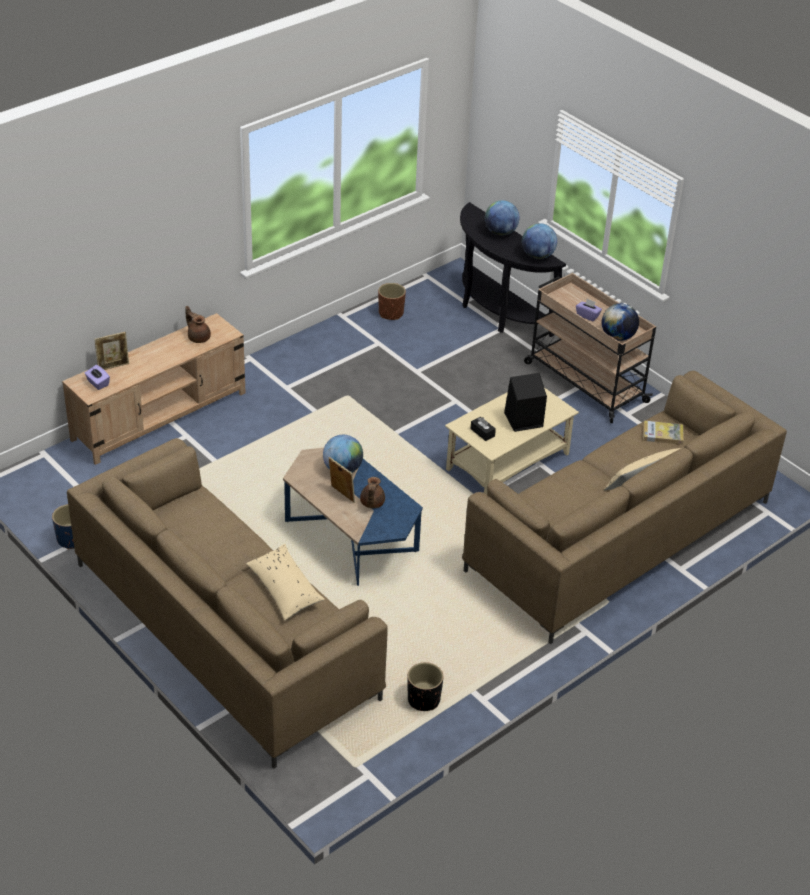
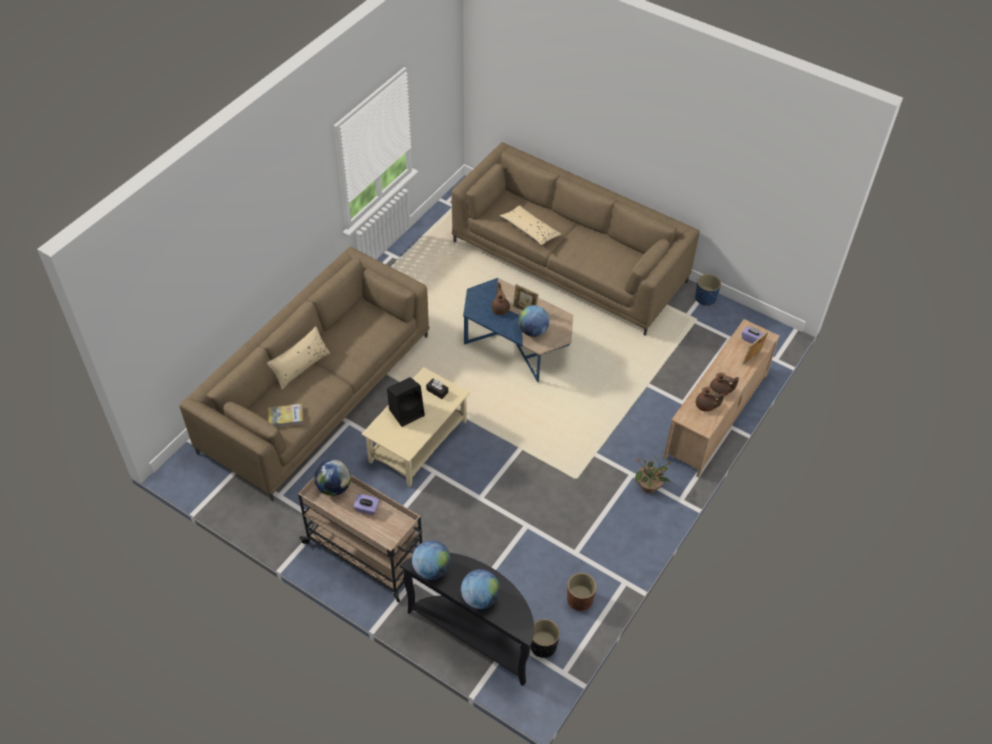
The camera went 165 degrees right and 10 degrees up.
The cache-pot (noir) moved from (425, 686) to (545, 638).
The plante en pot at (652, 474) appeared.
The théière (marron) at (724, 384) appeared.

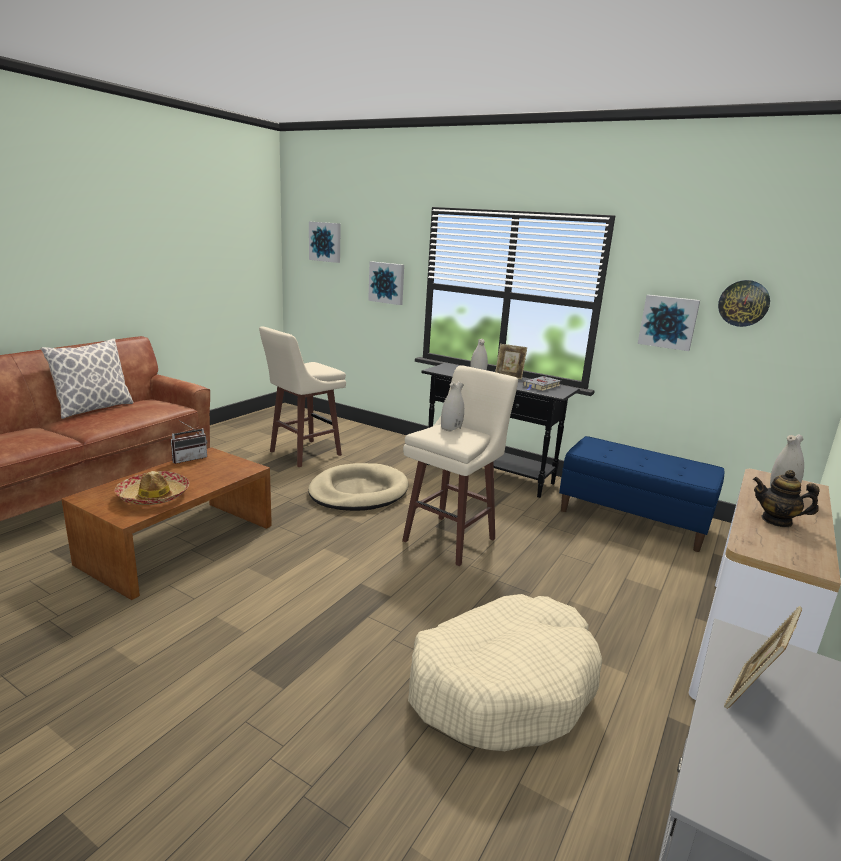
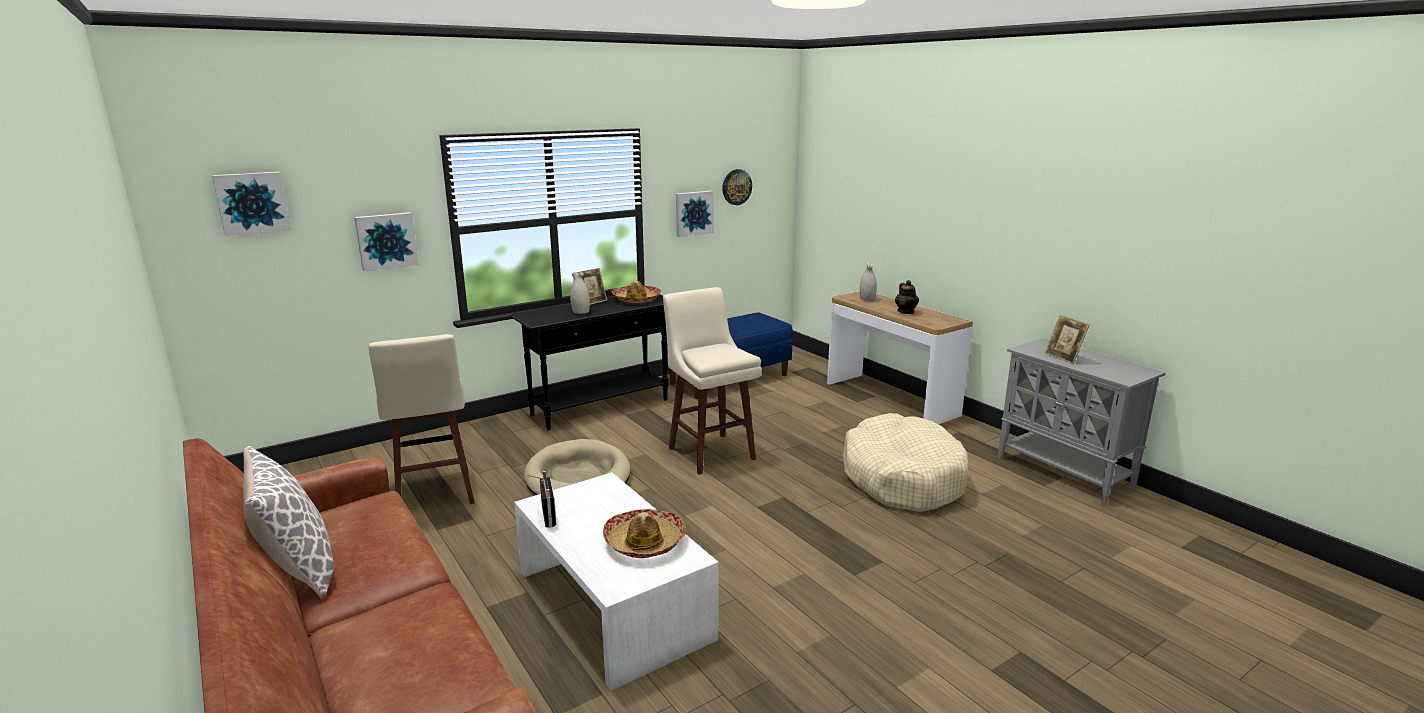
The camera went 65 degrees left and 0 degrees up.
The table basse (marron) at (167, 523) became the table basse (blanc) at (616, 581).
The vase (blanc) at (452, 406) disappeared.
The livre (gris) at (542, 383) was replaced by the chapeau at (636, 292).
The théière at (786, 498) turned 60 degrees counterclockwise.

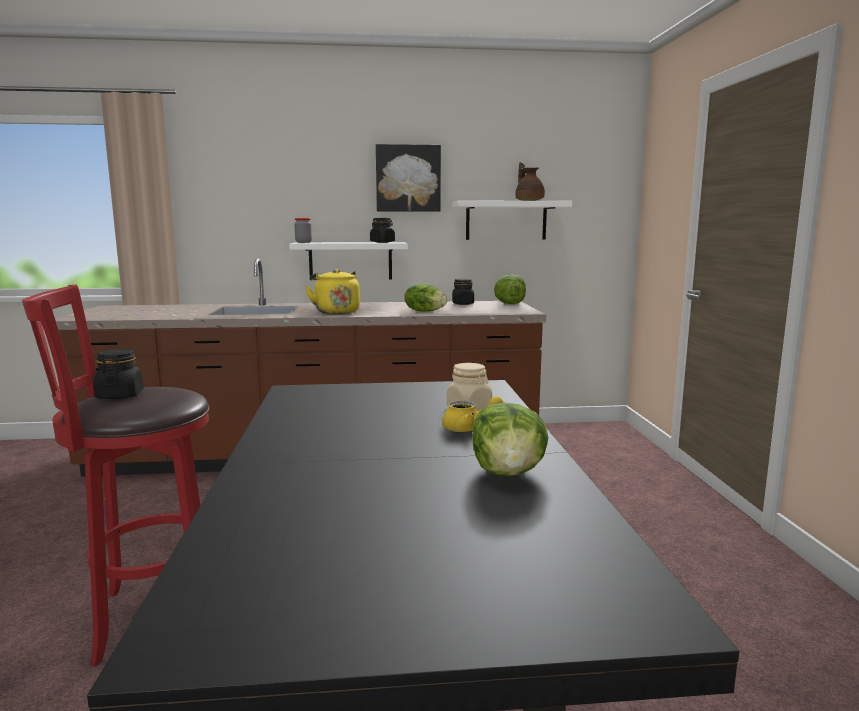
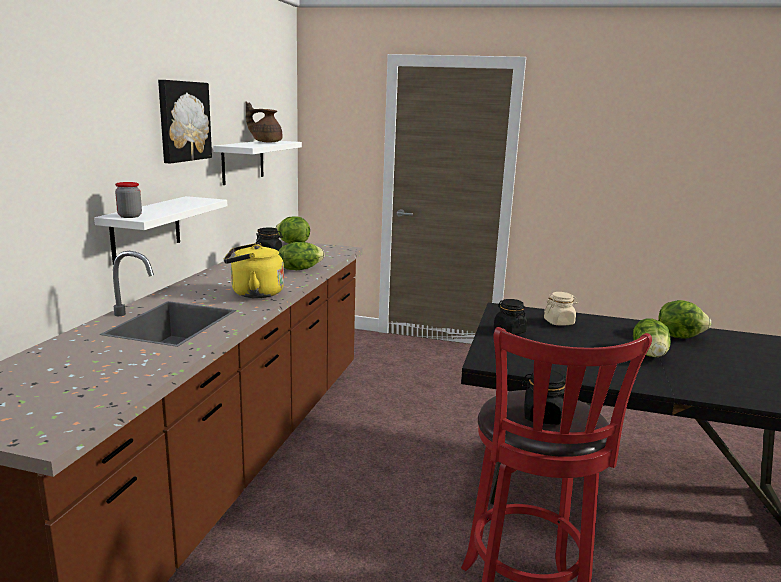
The camera went 70 degrees left and 5 degrees up.
The bocal (noir) moved from (382, 230) to (510, 317).
The théière (jaune) at (472, 414) disappeared.
The laitue at (652, 337) appeared.

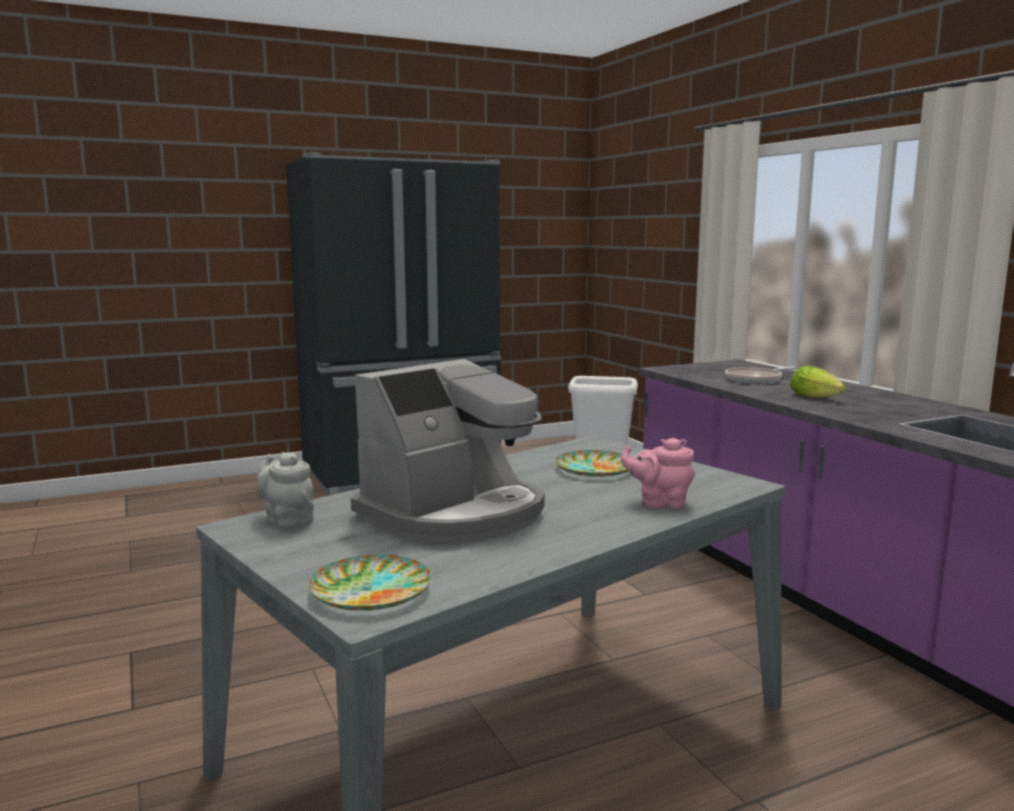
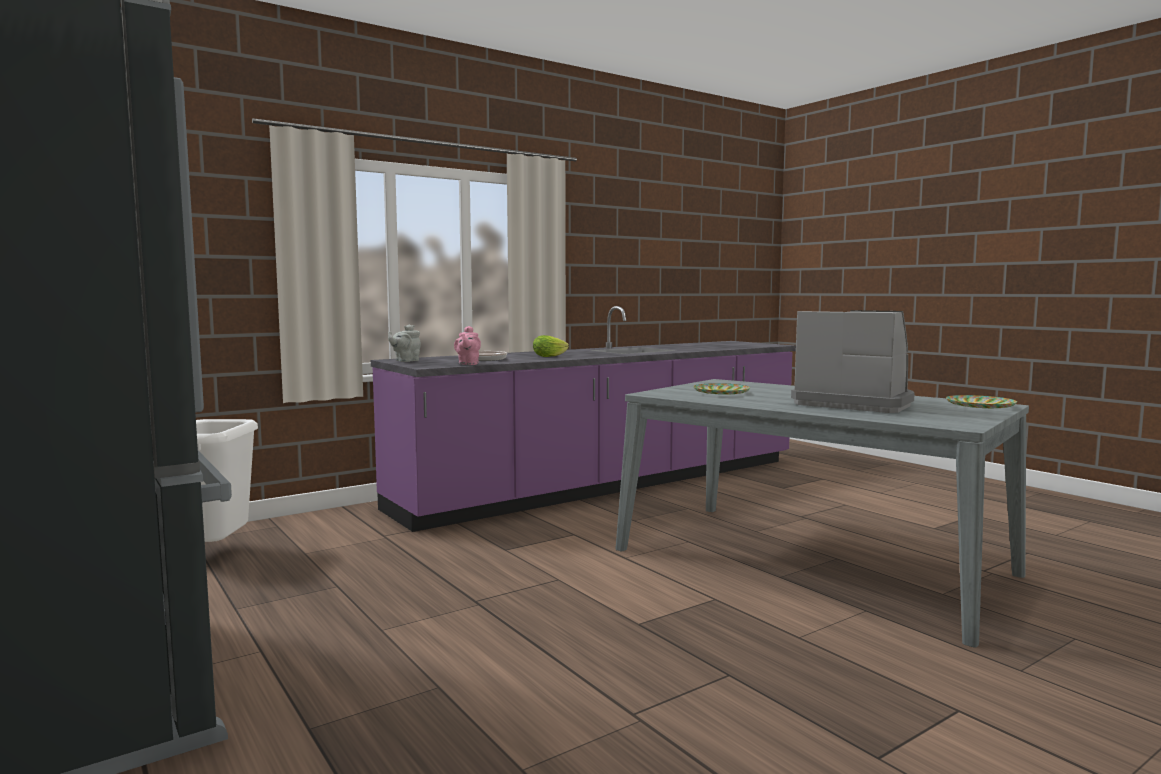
The camera went 100 degrees left and 5 degrees down.
The théière (gris) moved from (285, 490) to (404, 343).
The théière (rose) moved from (658, 473) to (467, 345).

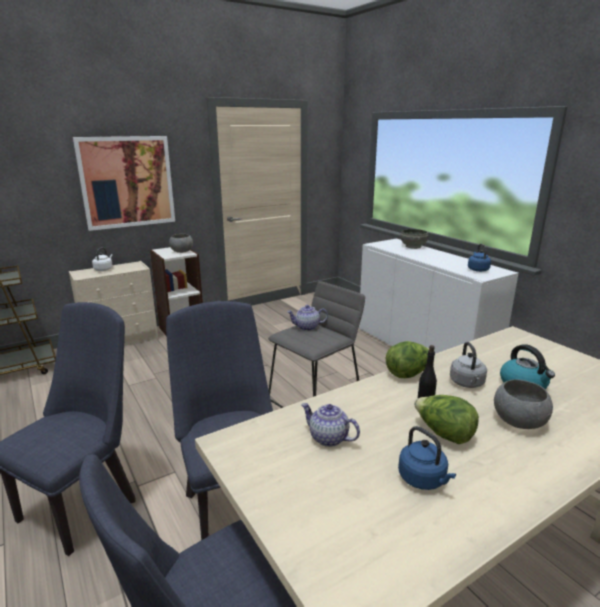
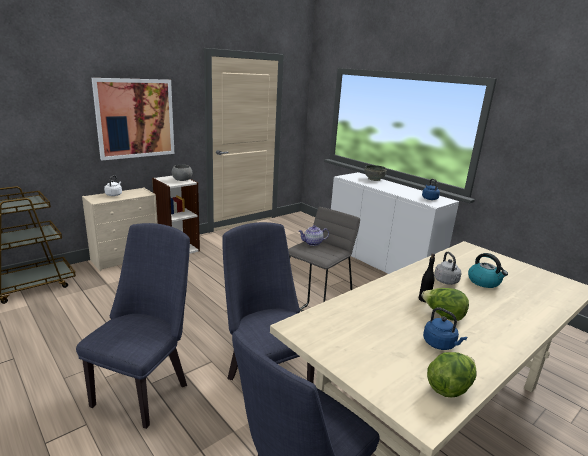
The camera went 10 degrees left and 0 degrees up.
The théière at (330, 425) disappeared.
The laitue moved from (407, 359) to (451, 374).
The bol (gris) at (523, 404) disappeared.

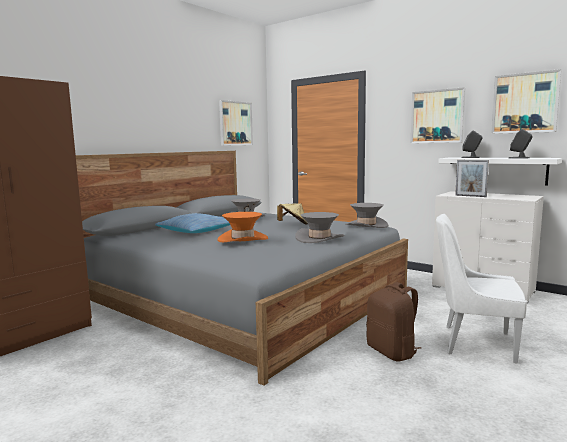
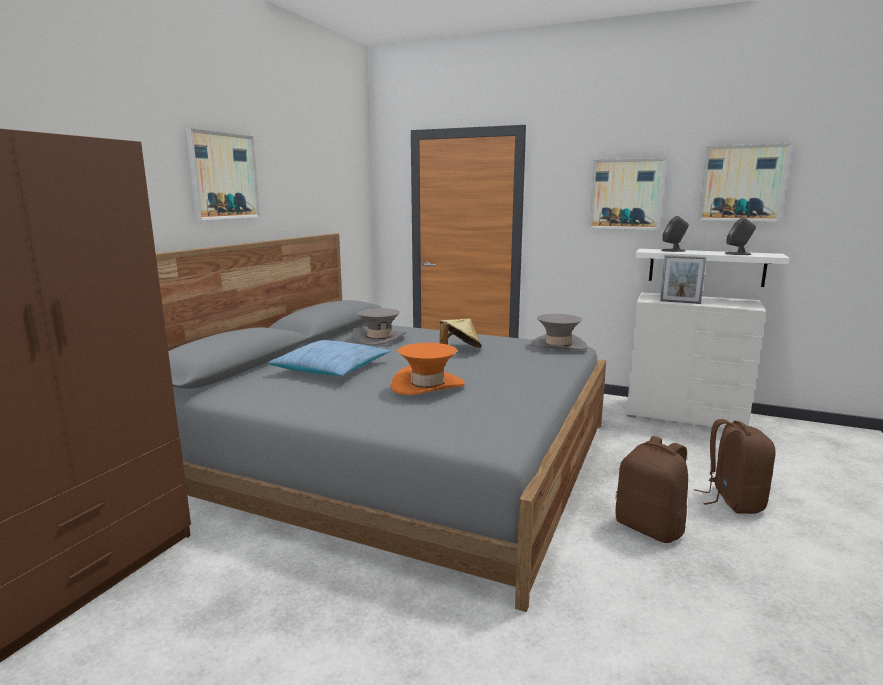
The camera went 15 degrees left and 5 degrees up.
The tableau moved from (236, 123) to (223, 174).
The chapeau (gris) at (319, 227) disappeared.
The chaise (blanc) at (481, 288) was replaced by the sac à dos (marron) at (734, 466).

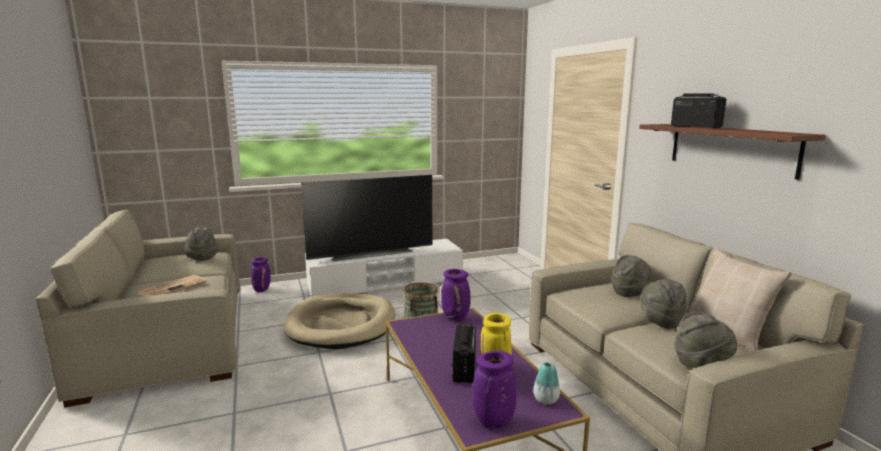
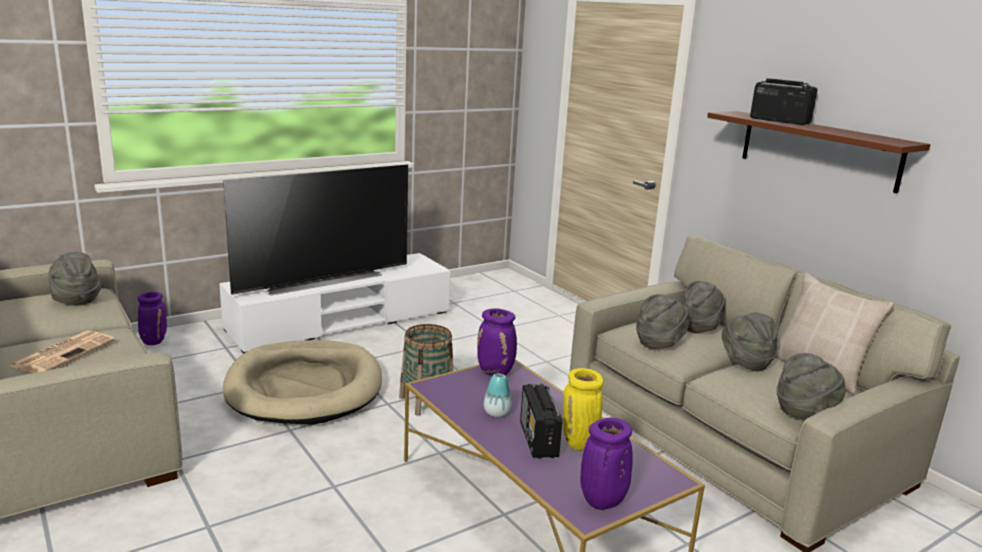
The camera went 15 degrees left and 5 degrees up.
The vase moved from (546, 383) to (498, 395).
The chapeau (gris) at (662, 321) appeared.

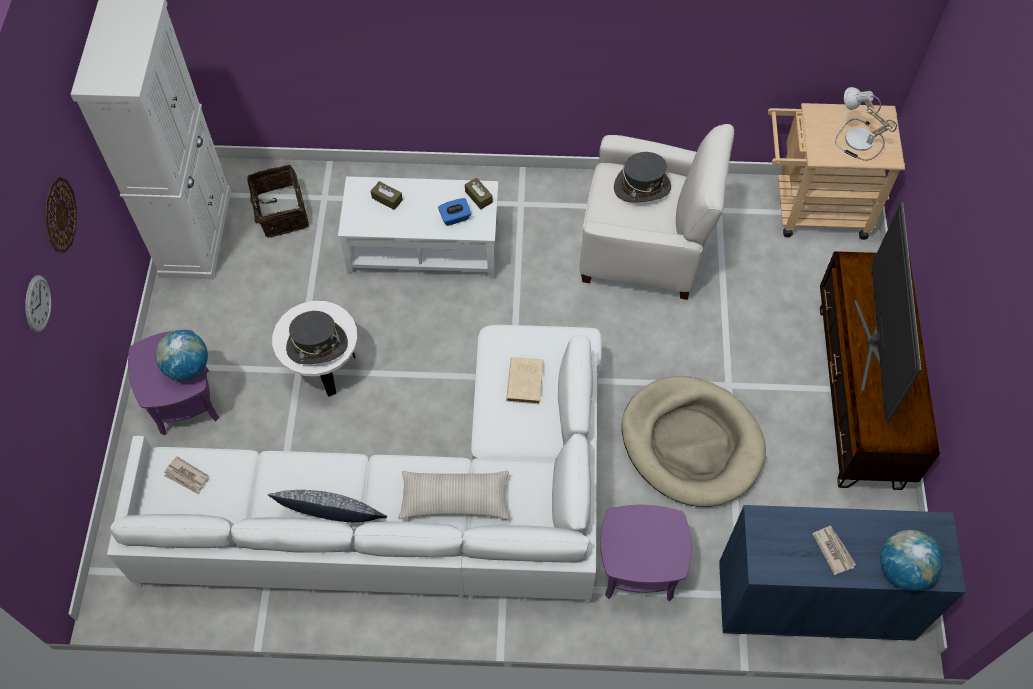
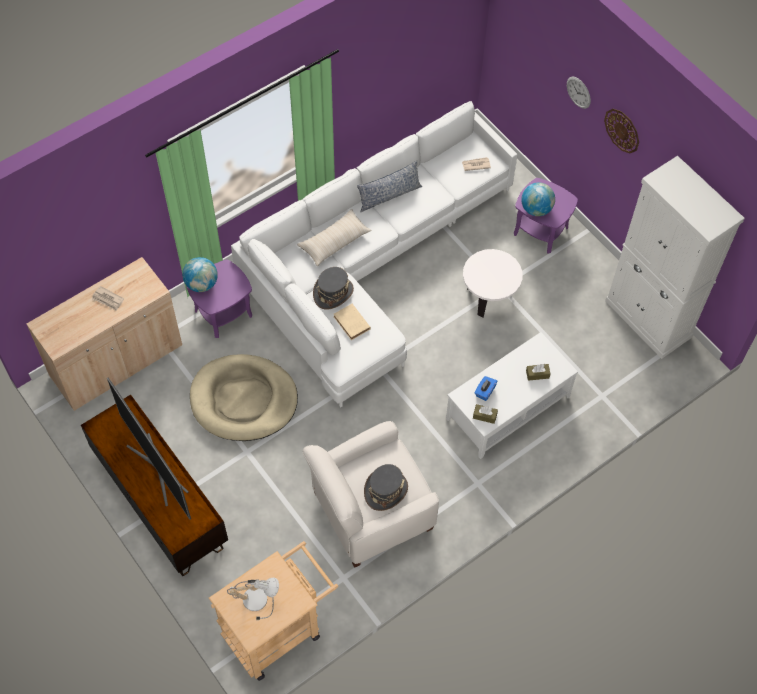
The camera went 140 degrees right and 0 degrees up.
The panier at (275, 201) disappeared.
The chapeau (gris) moved from (317, 337) to (333, 288).
The meuble de rangement (bleu) at (842, 573) became the meuble de rangement (beige) at (104, 334).
The globe moved from (911, 560) to (200, 274).

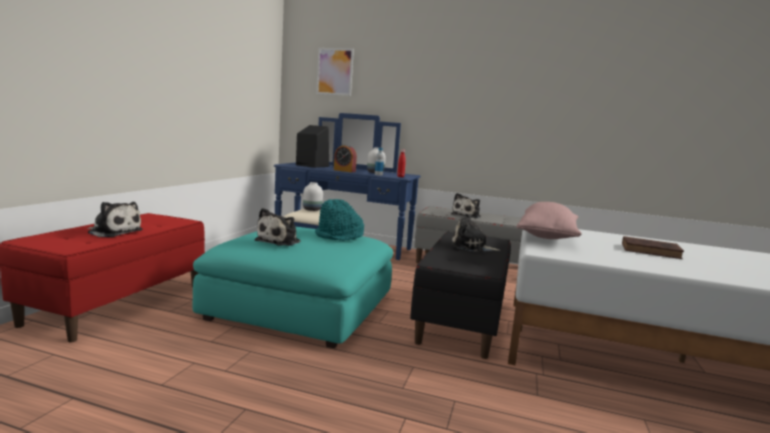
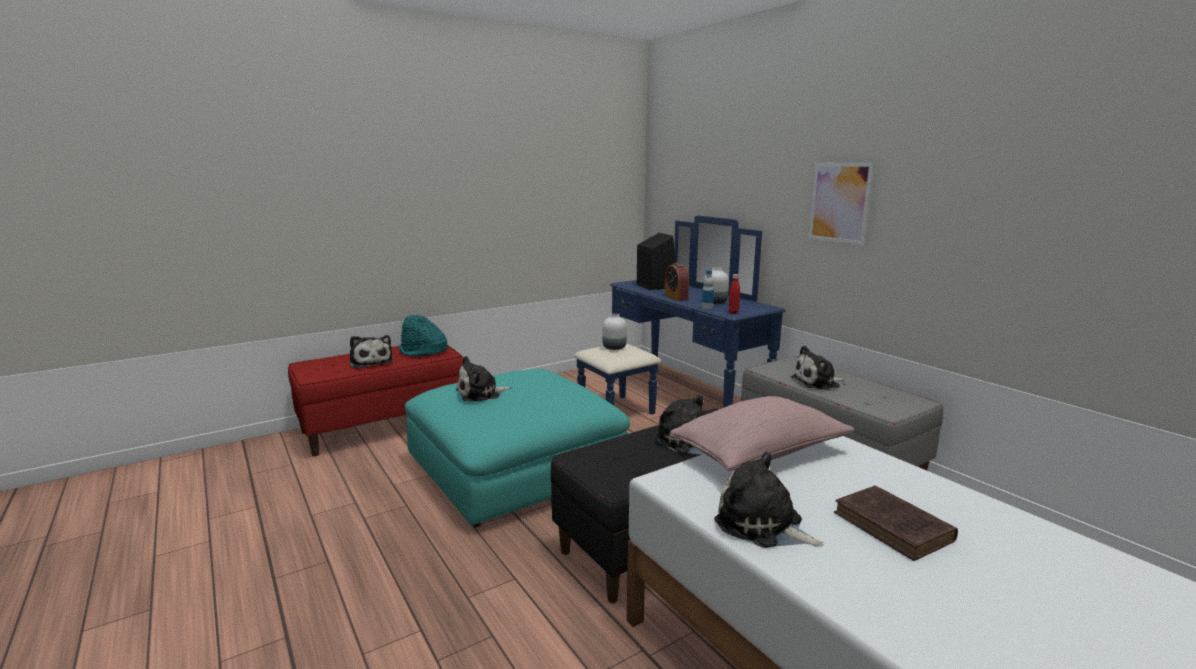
The camera went 40 degrees right and 5 degrees up.
The chapeau (turquoise) moved from (339, 220) to (423, 336).
The tableau moved from (335, 72) to (841, 204).
The peluche at (769, 499) appeared.

